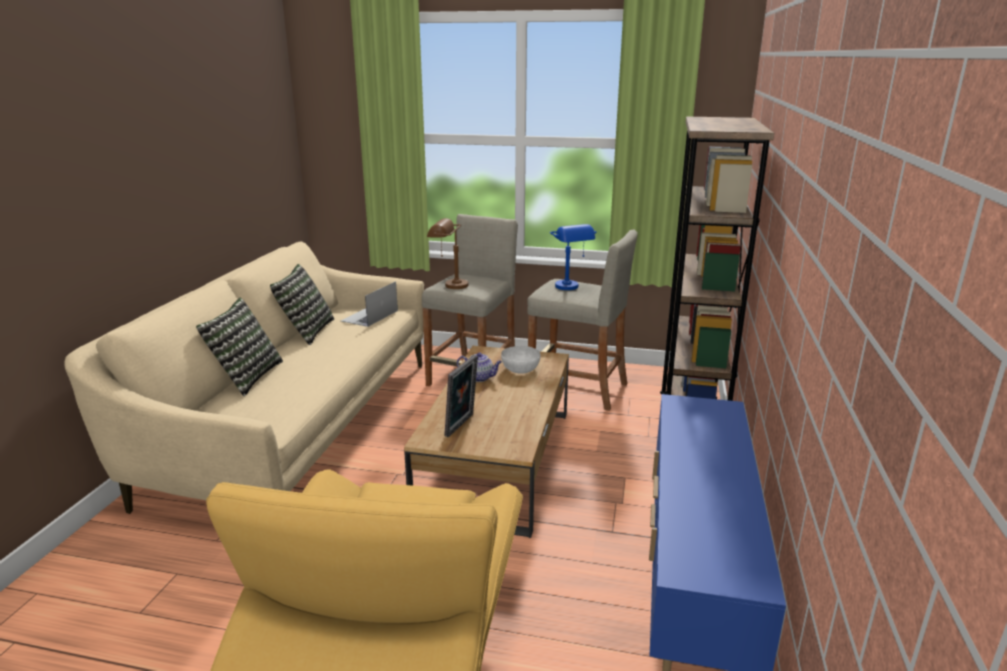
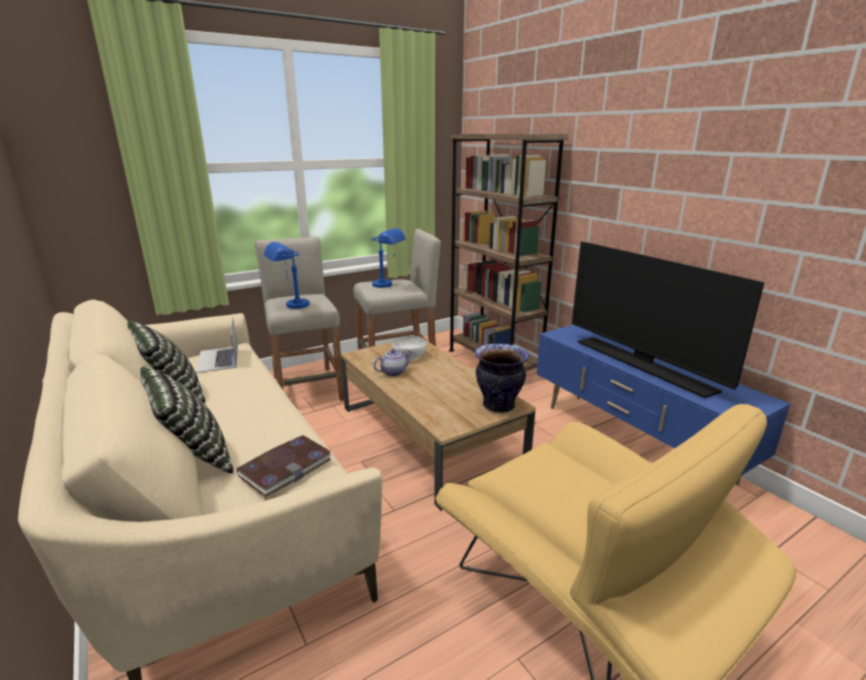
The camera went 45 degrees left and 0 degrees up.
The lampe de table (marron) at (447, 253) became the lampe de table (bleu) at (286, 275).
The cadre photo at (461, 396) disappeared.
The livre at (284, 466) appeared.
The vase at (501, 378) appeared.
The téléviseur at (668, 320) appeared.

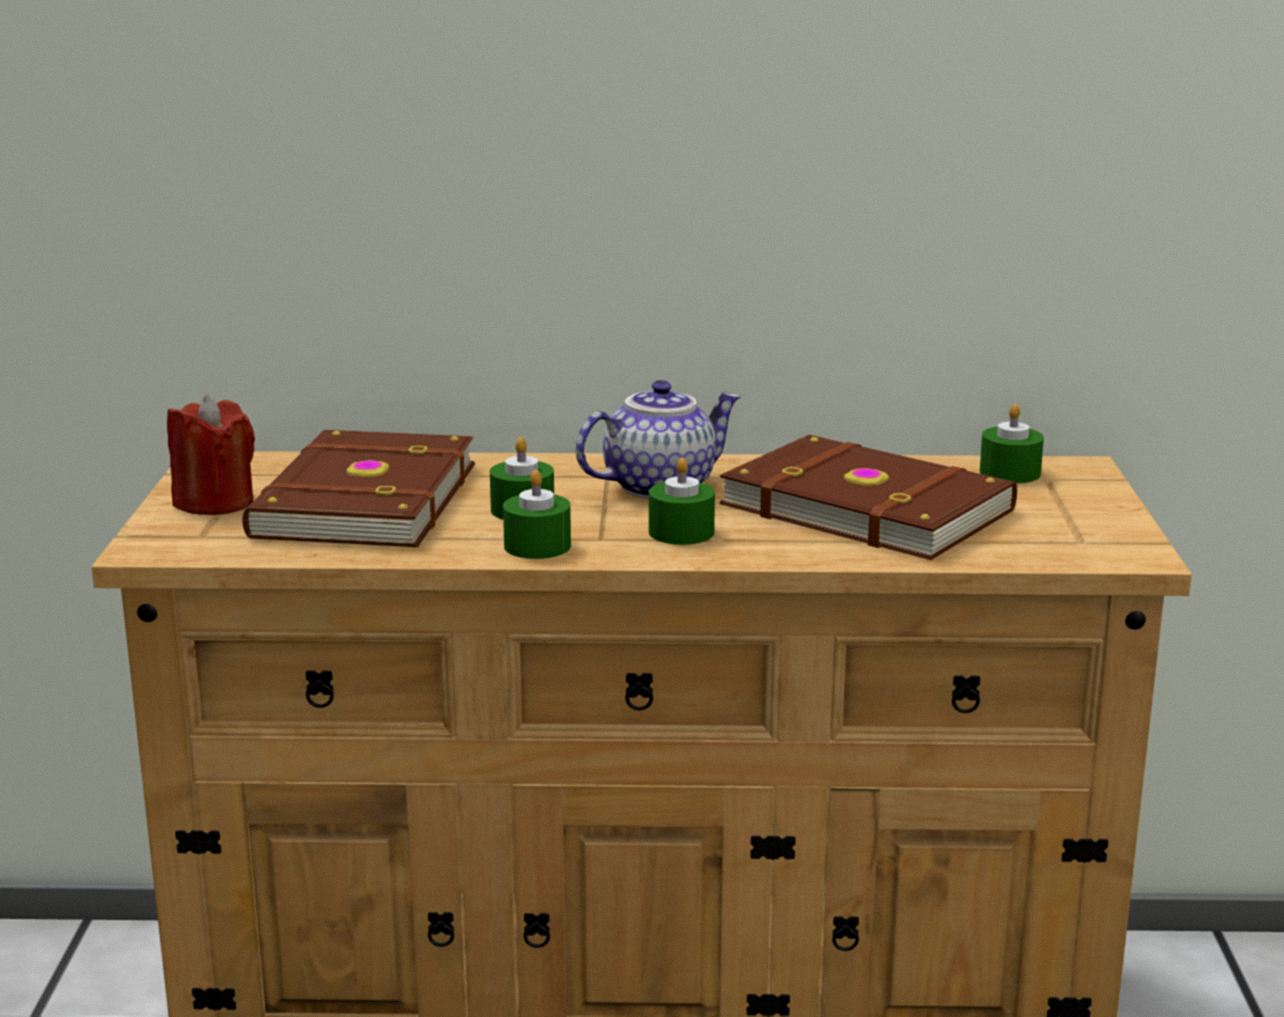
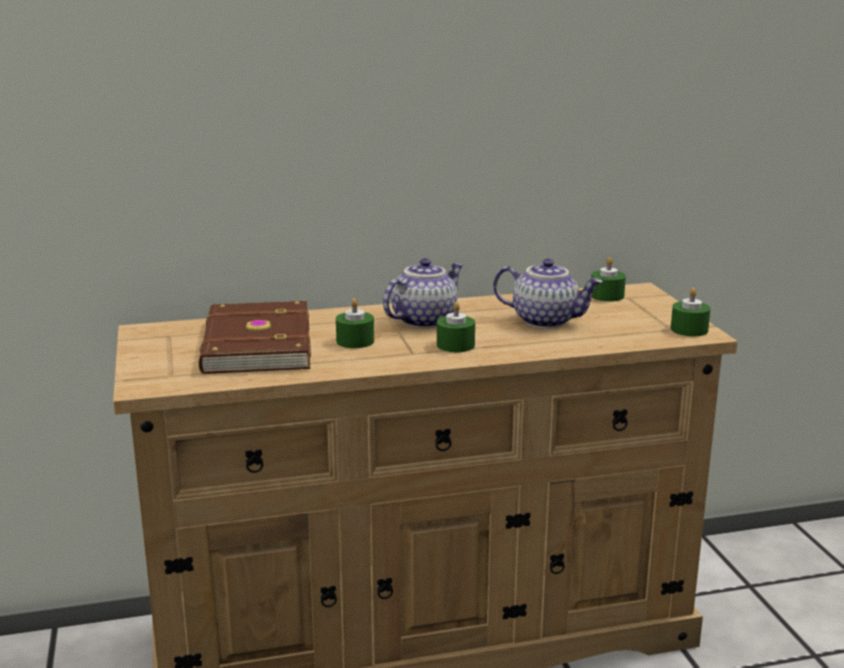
The camera went 15 degrees left and 0 degrees up.
The bougie (rouge) at (211, 455) disappeared.
The bougie (vert) moved from (537, 514) to (691, 312).
The livre (marron) at (868, 497) was replaced by the théière at (548, 294).

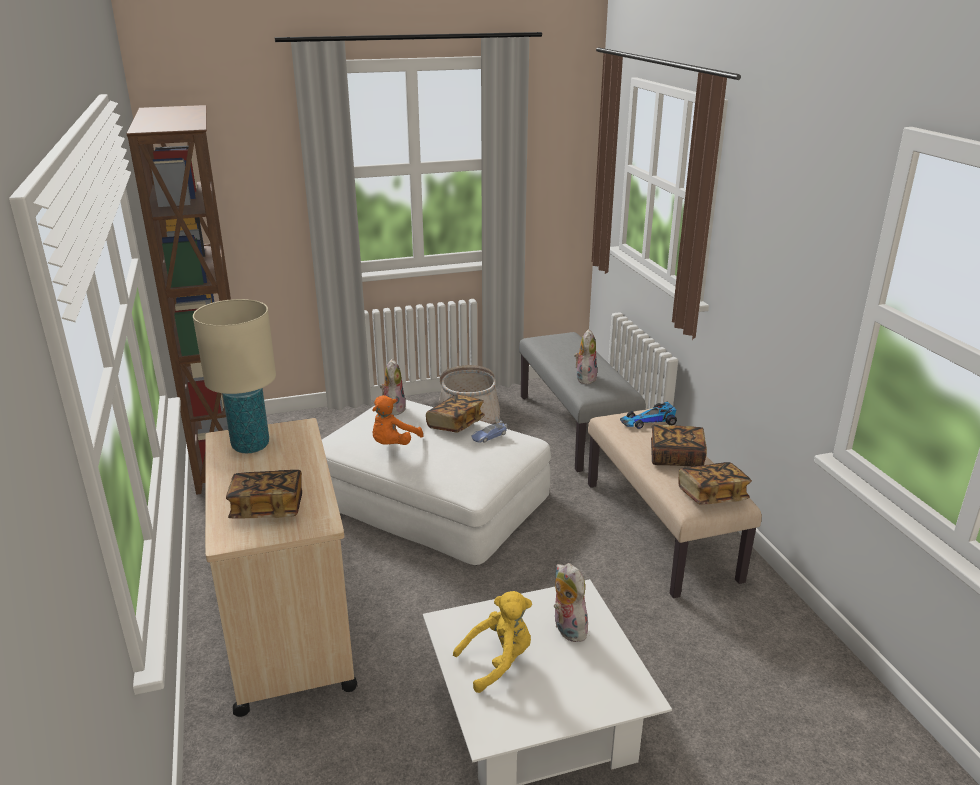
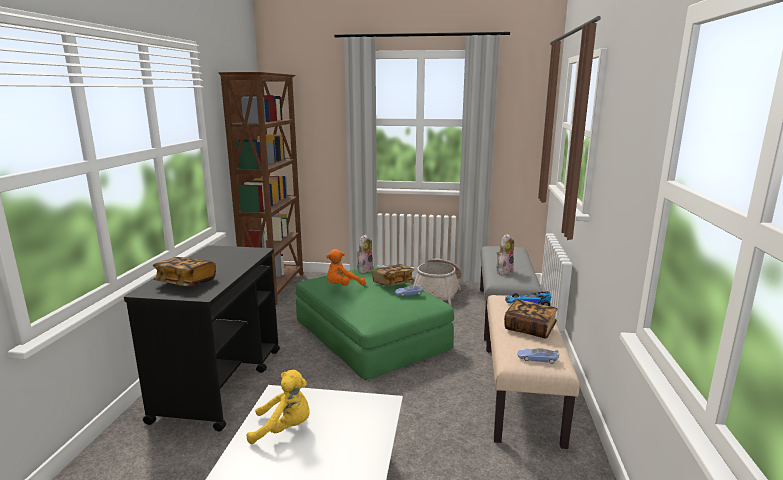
The camera went 25 degrees right and 10 degrees down.
The lampe de table (beige) at (234, 376) disappeared.
The chariot (beige) at (281, 567) became the chariot (noir) at (202, 338).
The pouf (blanc) at (436, 483) became the pouf (vert) at (375, 323).
The peluche at (572, 602) disappeared.
The livre at (715, 483) was replaced by the petite voiture at (538, 356).

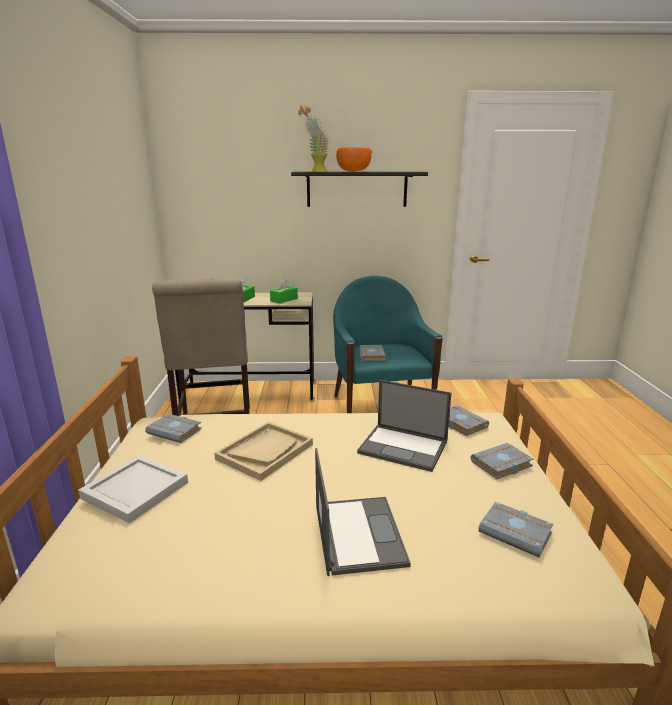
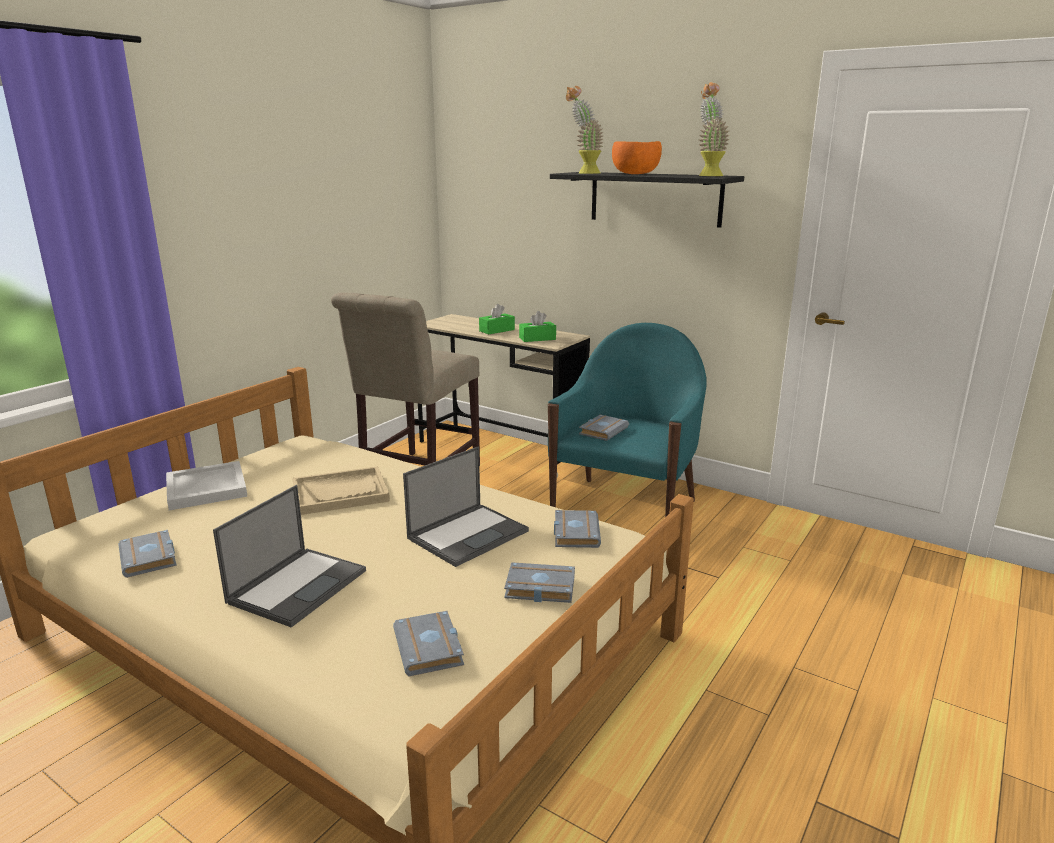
The camera went 35 degrees right and 0 degrees up.
The livre (gris) moved from (173, 428) to (147, 554).
The ordinateur portable at (404, 426) turned 105 degrees counterclockwise.
The plante en pot at (714, 129) appeared.

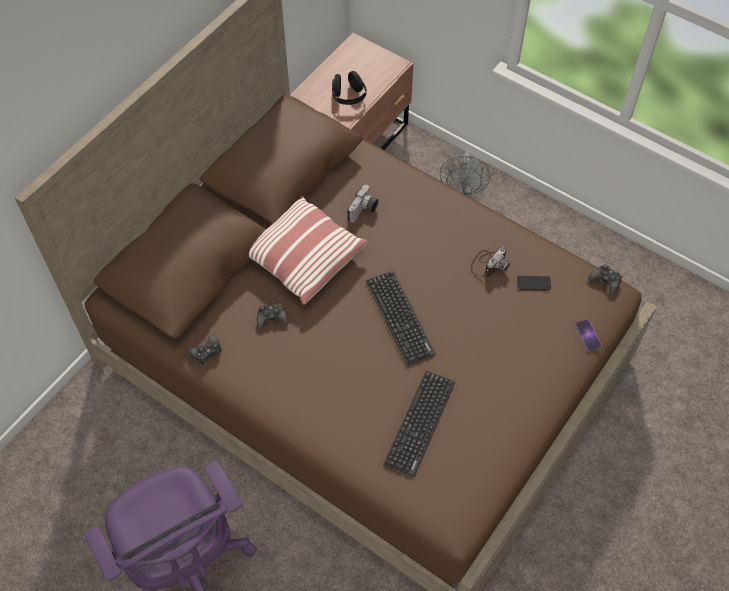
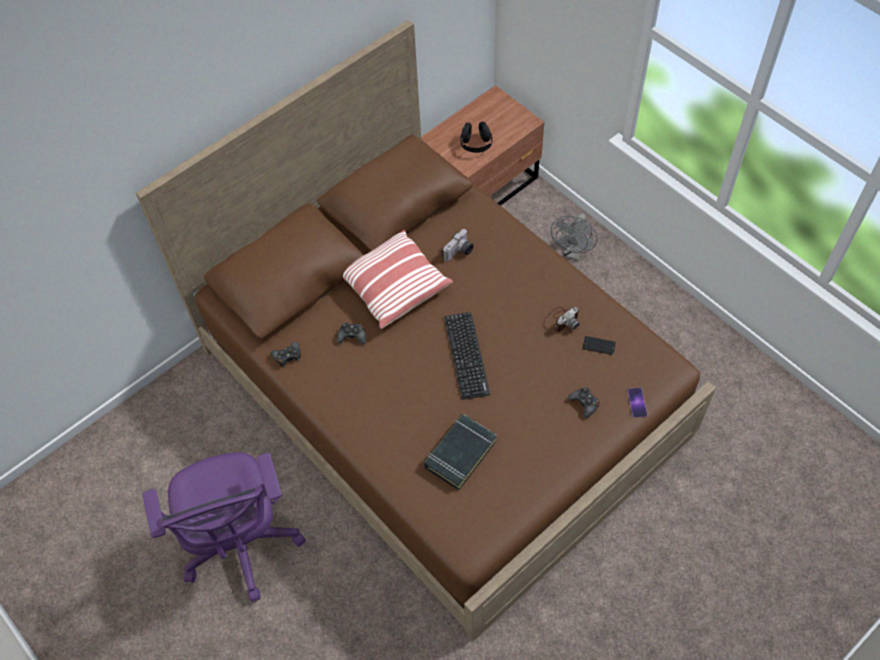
The camera went 15 degrees right and 0 degrees up.
The clavier at (419, 424) was replaced by the livre (noir) at (460, 452).
The manette (noir) moved from (605, 280) to (583, 403).

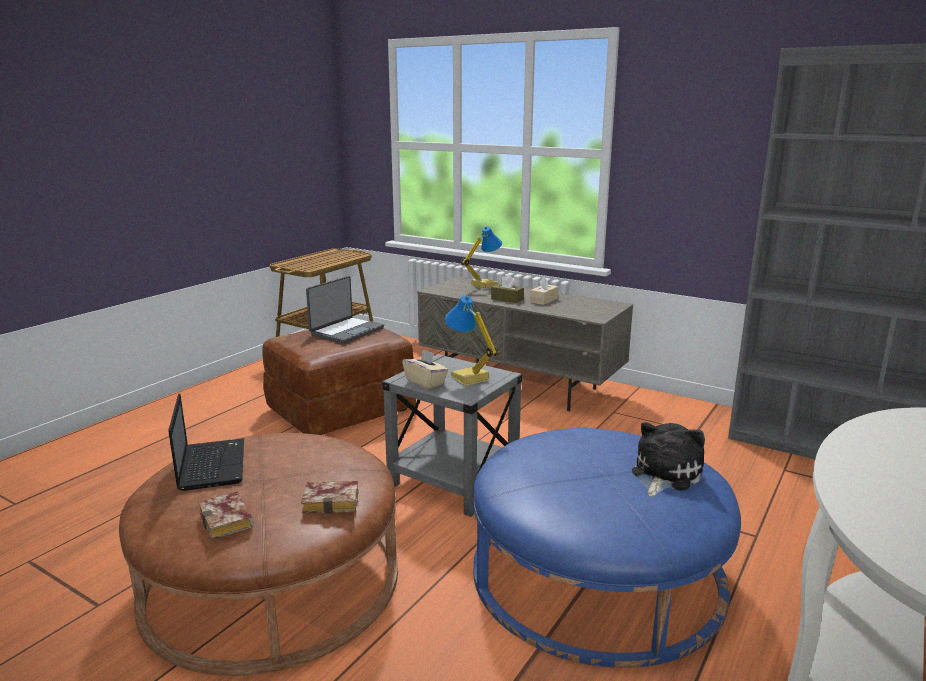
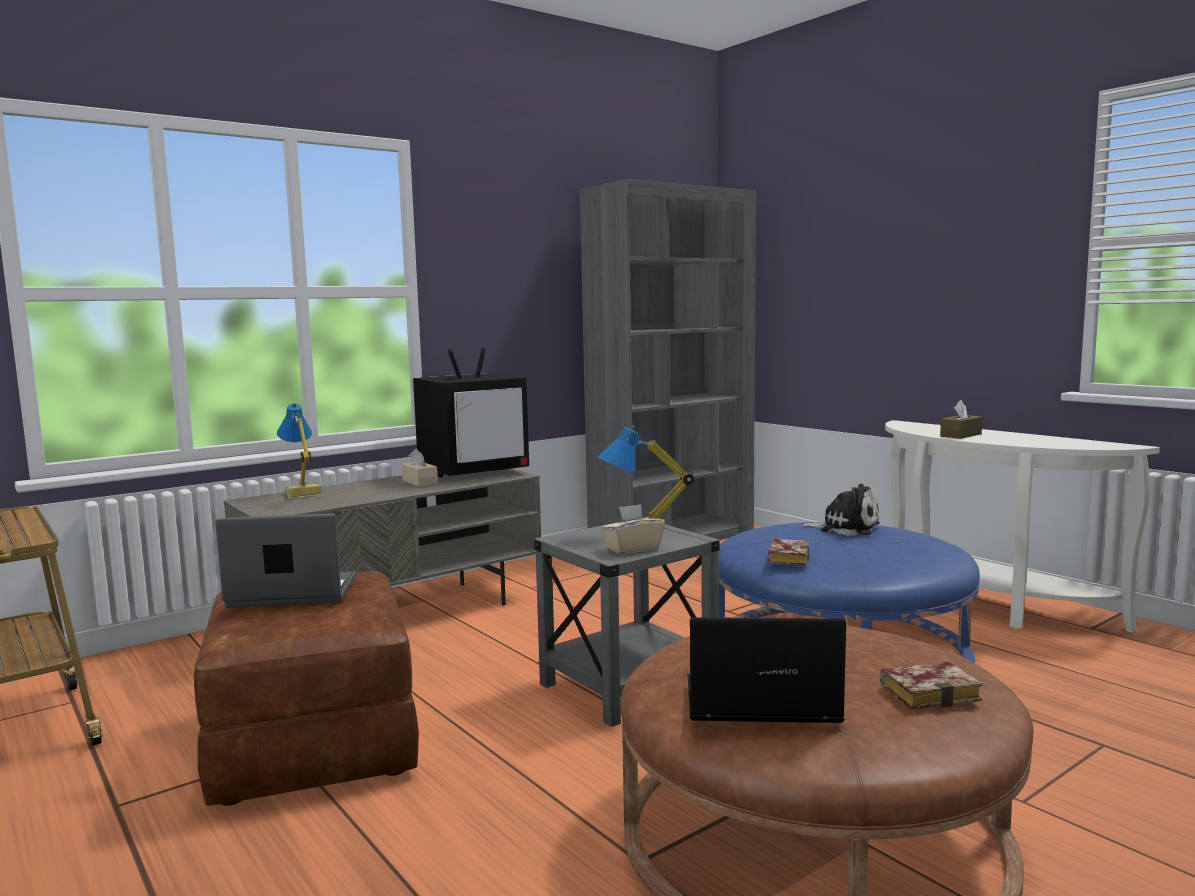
The camera went 70 degrees left and 10 degrees down.
The livre moved from (330, 497) to (788, 552).
The ordinateur portable at (345, 310) turned 60 degrees counterclockwise.
The boîte à mouchoirs (marron) moved from (507, 289) to (961, 419).
The peluche at (668, 459) turned 150 degrees clockwise.
The téléviseur at (471, 412) appeared.

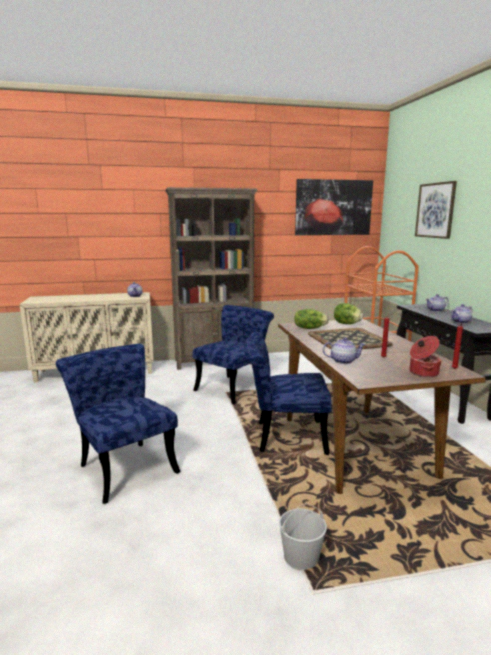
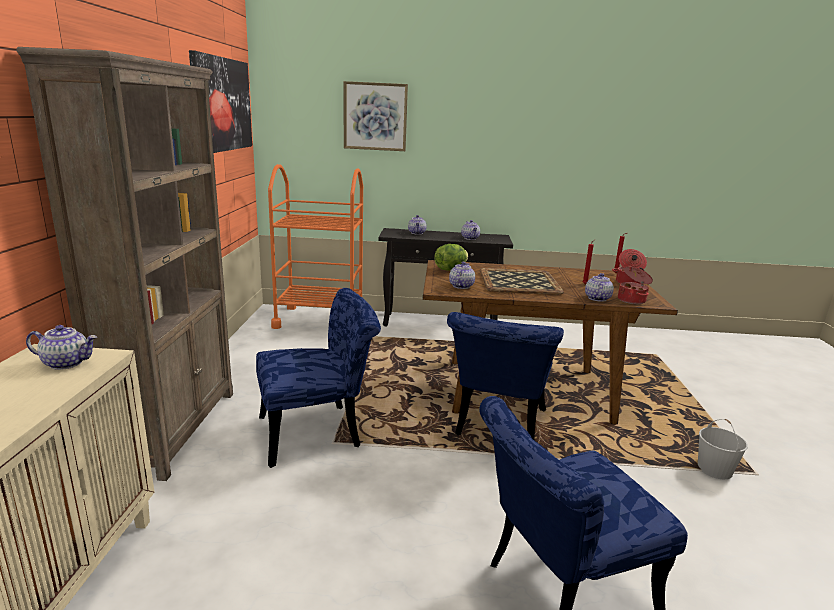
The camera went 75 degrees left and 5 degrees up.
The chaise (bleu) at (233, 354) turned 105 degrees clockwise.
The laitue at (311, 319) was replaced by the théière at (462, 275).
The marmite at (635, 285) appeared.

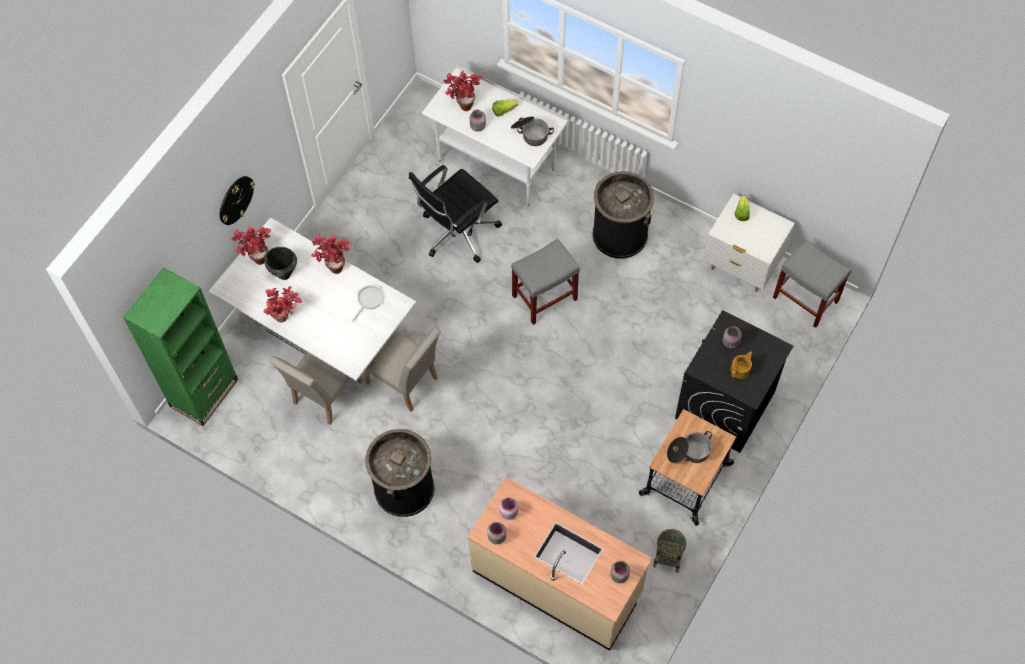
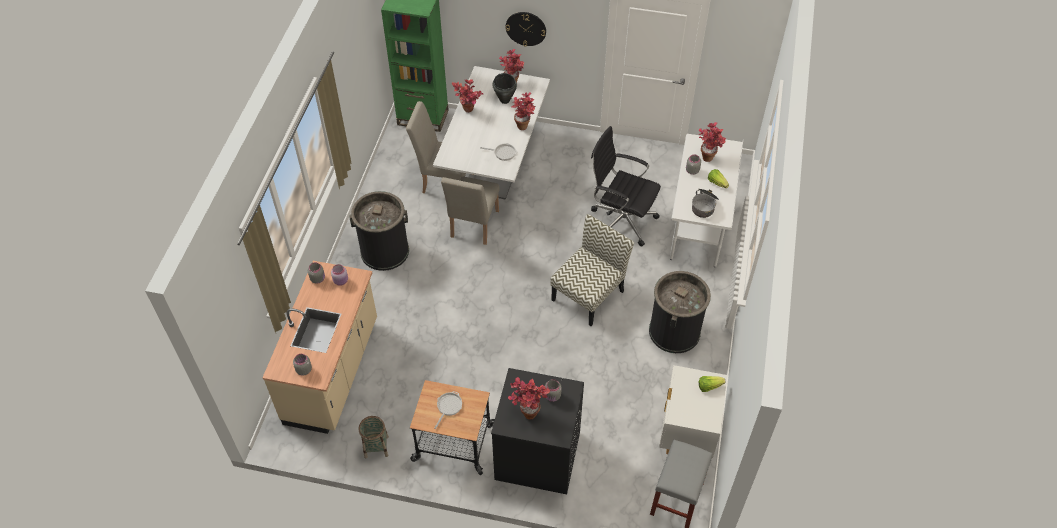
The camera went 70 degrees right and 10 degrees down.
The tabouret (gris) at (545, 282) was replaced by the chaise at (592, 270).
The marmite at (689, 447) was replaced by the poêle at (448, 410).
The théière at (741, 365) was replaced by the plante en pot at (529, 398).

